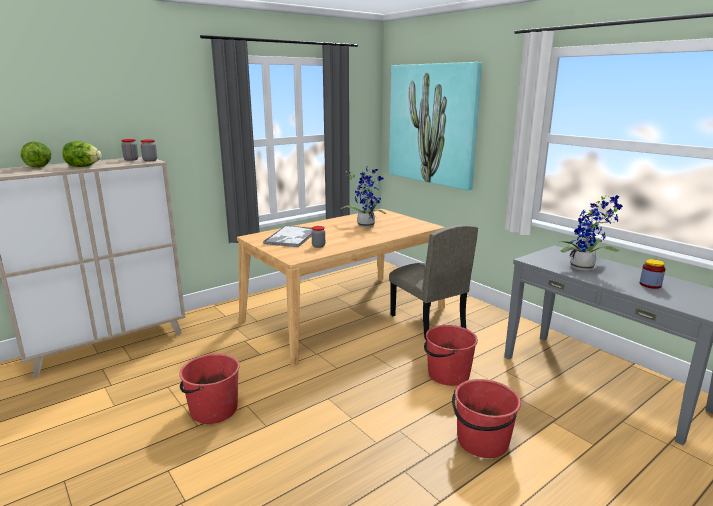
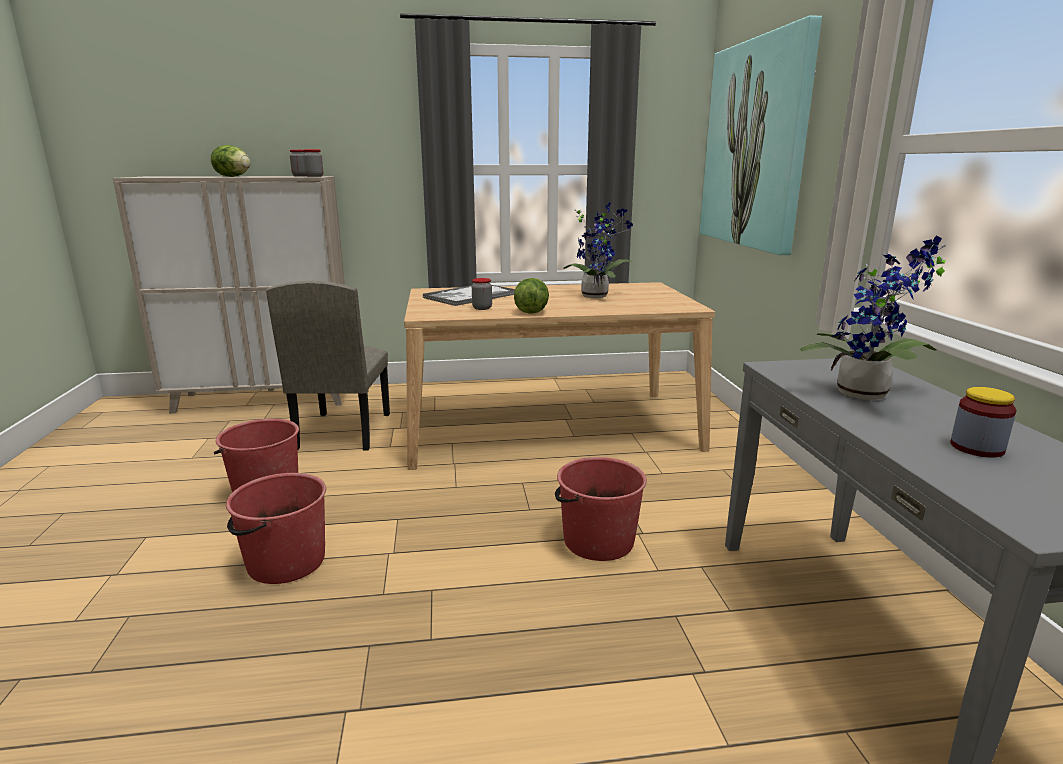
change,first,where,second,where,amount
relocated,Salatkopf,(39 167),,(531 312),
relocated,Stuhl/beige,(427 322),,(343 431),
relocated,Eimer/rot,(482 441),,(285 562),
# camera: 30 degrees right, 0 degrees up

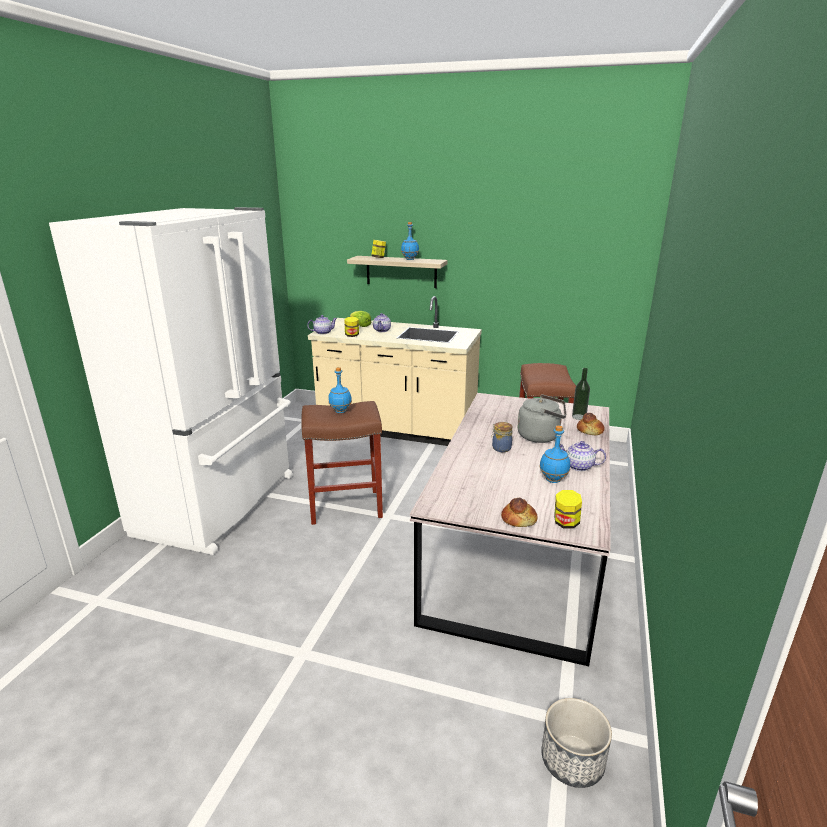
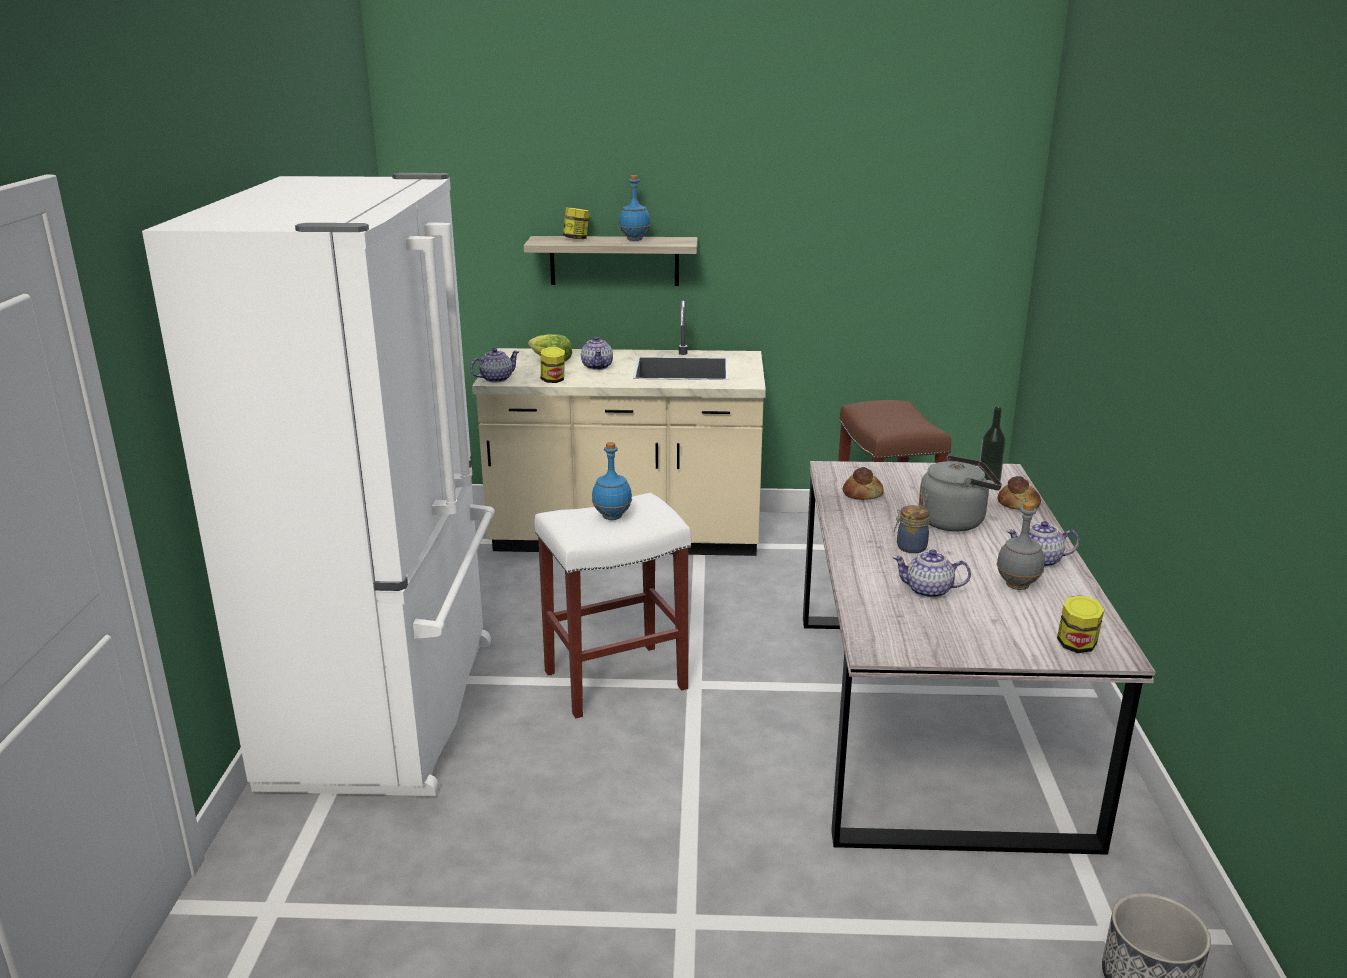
change,first,where,second,where,amount
colour,Hocker/braun,(346 506),Hocker/weiß,(617 679),
colour,Flasche/blau,(553 480),Flasche/grau,(1017 585),
relocated,Brot,(518 519),,(862 494),
appeared,,,Teekanne,(929 591),
# camera: 15 degrees left, 0 degrees up

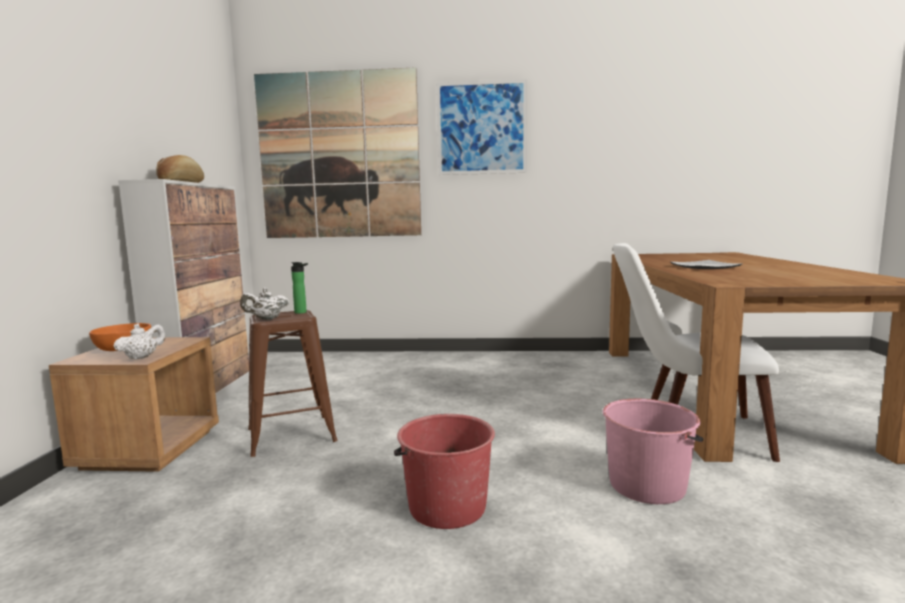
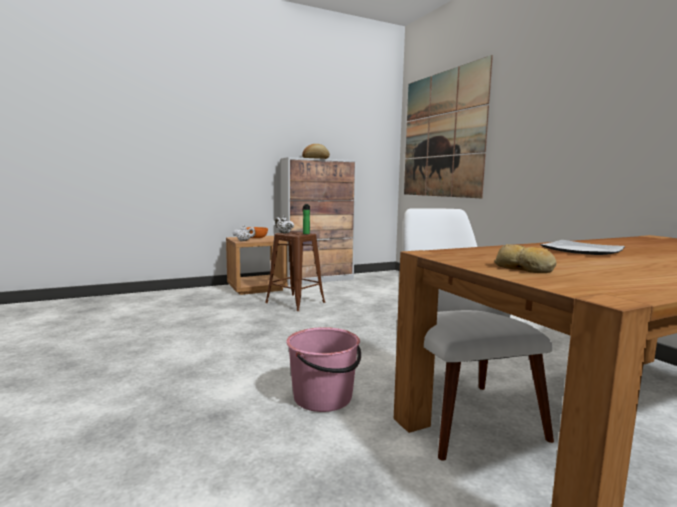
change,first,where,second,where,amount
missing,Bild,(481 128),,,
missing,Eimer/rot,(446 507),,,
appeared,,,Brot,(524 269),
# camera: 60 degrees right, 0 degrees up

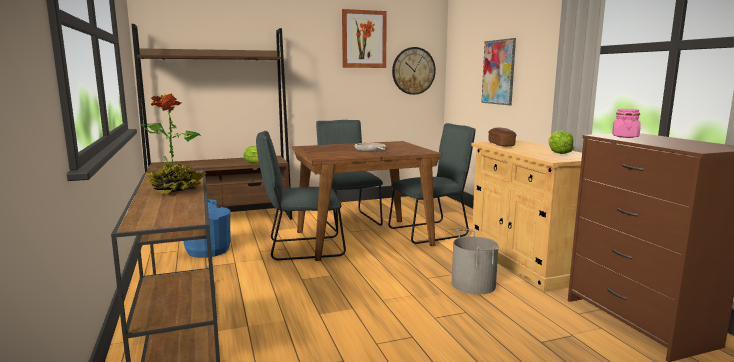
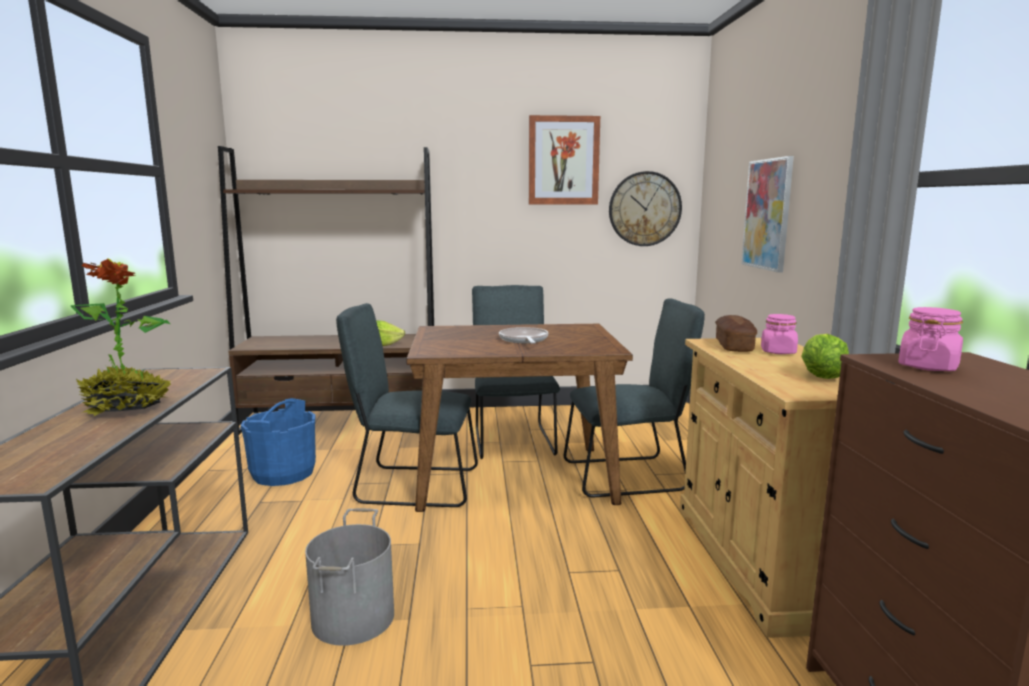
change,first,where,second,where,amount
relocated,Eimer/grau,(472 284),,(352 618),
appeared,,,Vorratsglas/rosa,(778 352),
# camera: 15 degrees right, 0 degrees up

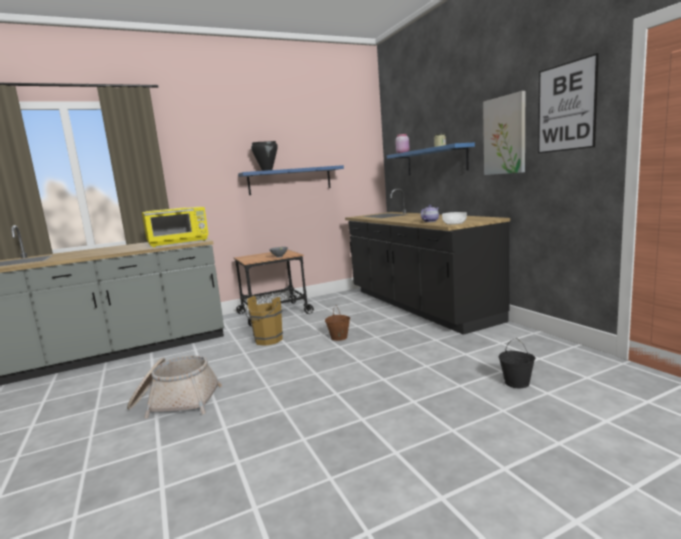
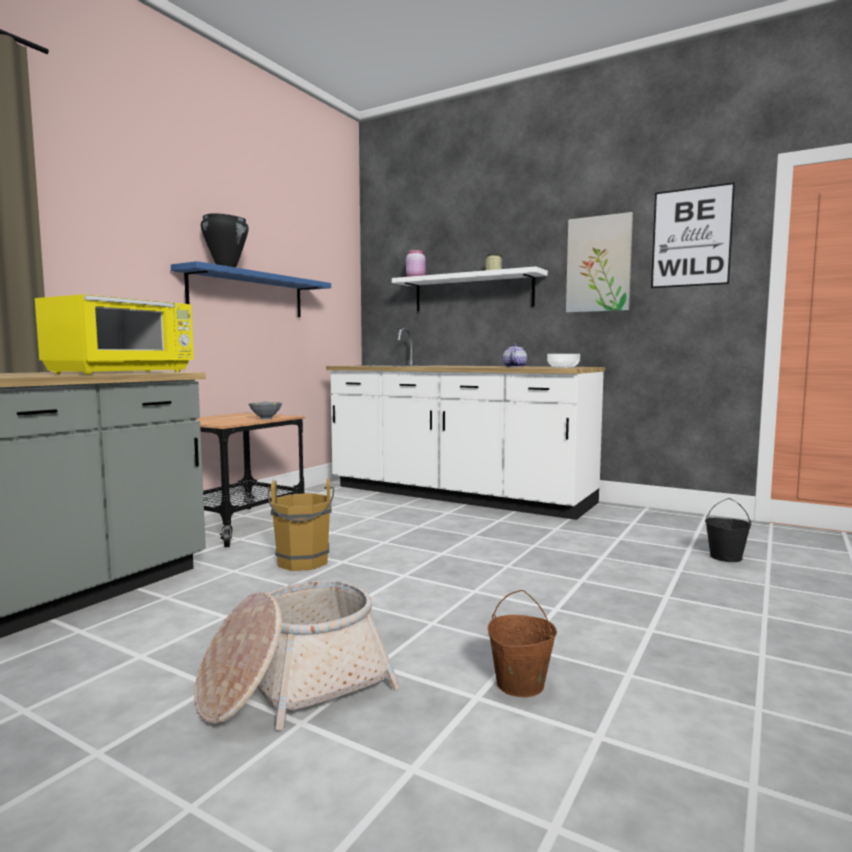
change,first,where,second,where,amount
colour,Wandregal/blau,(435 161),Wandregal/weiß,(472 292),
colour,Küchenzeile/schwarz,(418 305),Küchenzeile/weiß,(458 495),
relocated,Eimer/braun,(338 337),,(519 684),
# camera: 35 degrees left, 5 degrees down

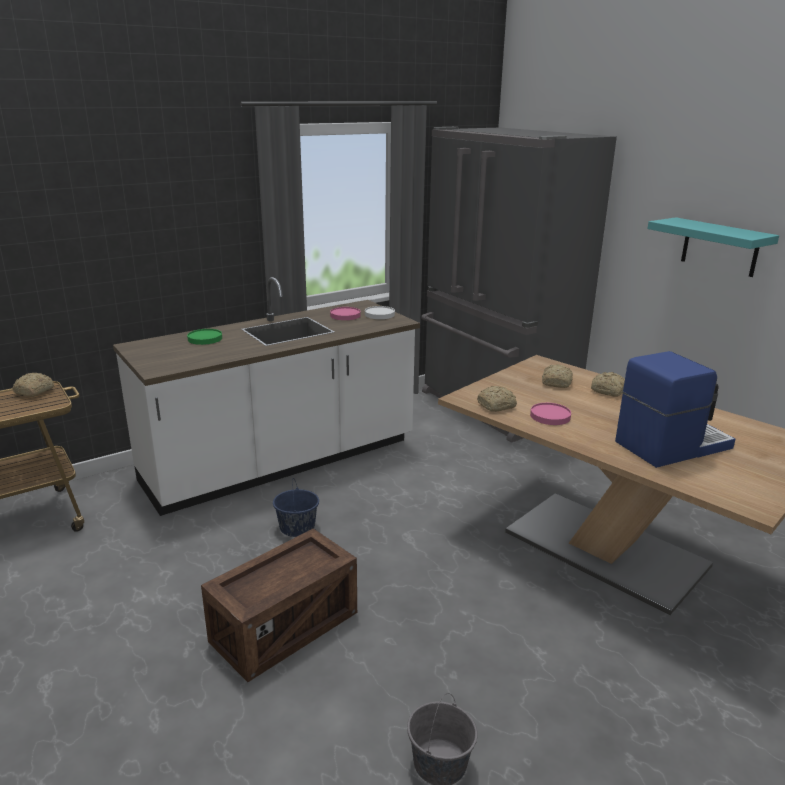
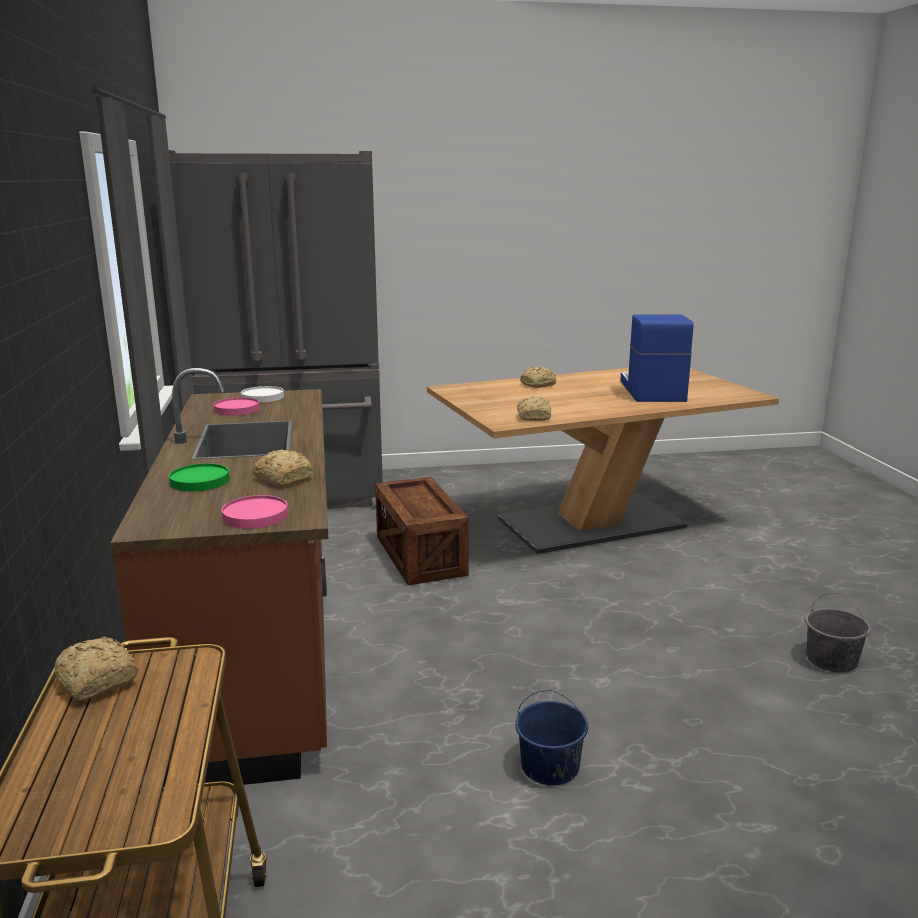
change,first,where,second,where,amount
missing,Wandregal/türkis,(720 247),,,
colour,Küchenzeile/weiß,(282 462),Küchenzeile/braun,(261 647),
relocated,Brot,(557 382),,(283 478),
relocated,Teller/rosa,(550 416),,(255 516),
relocated,Eimer/blau,(297 527),,(550 767),
relocated,Kiste,(285 627),,(420 556),
# camera: 65 degrees left, 5 degrees down

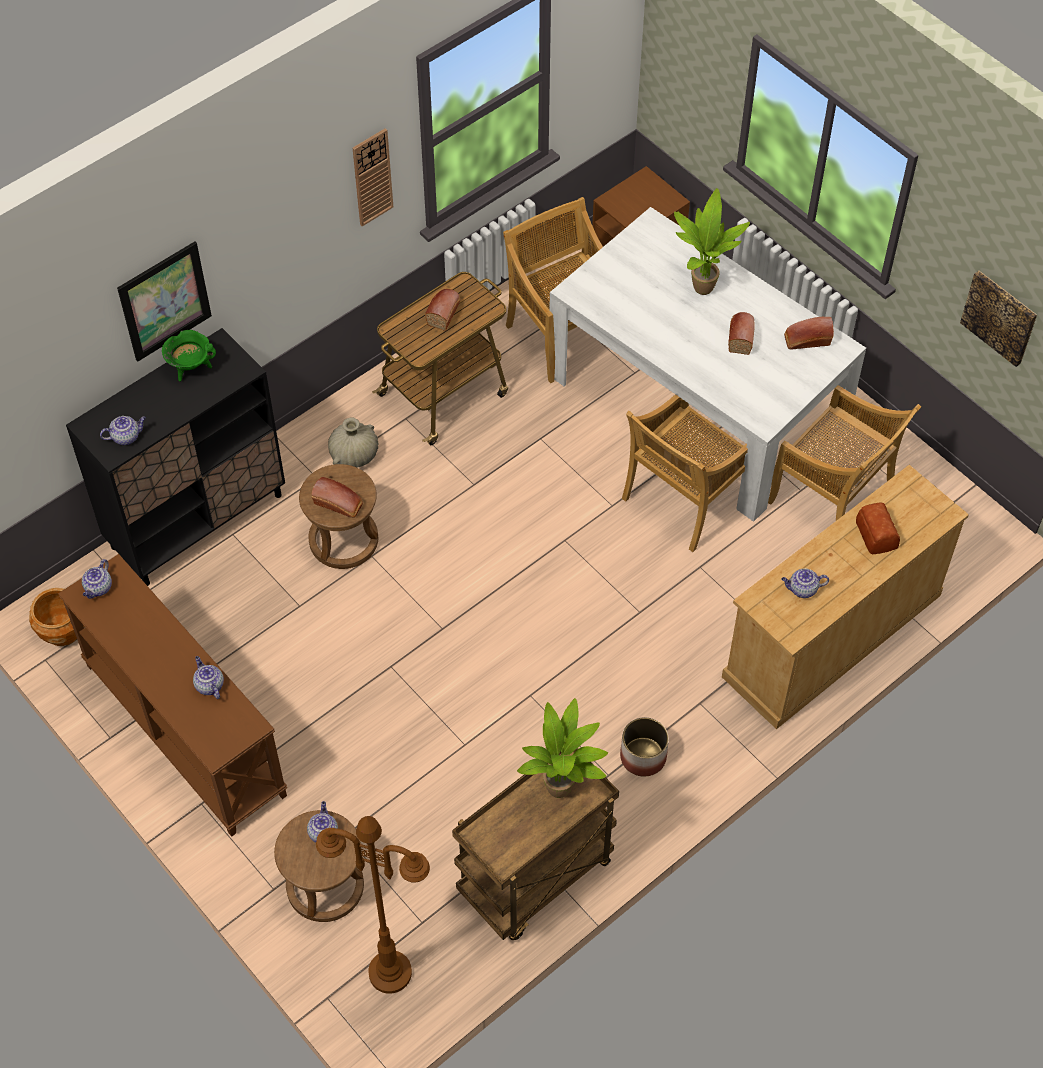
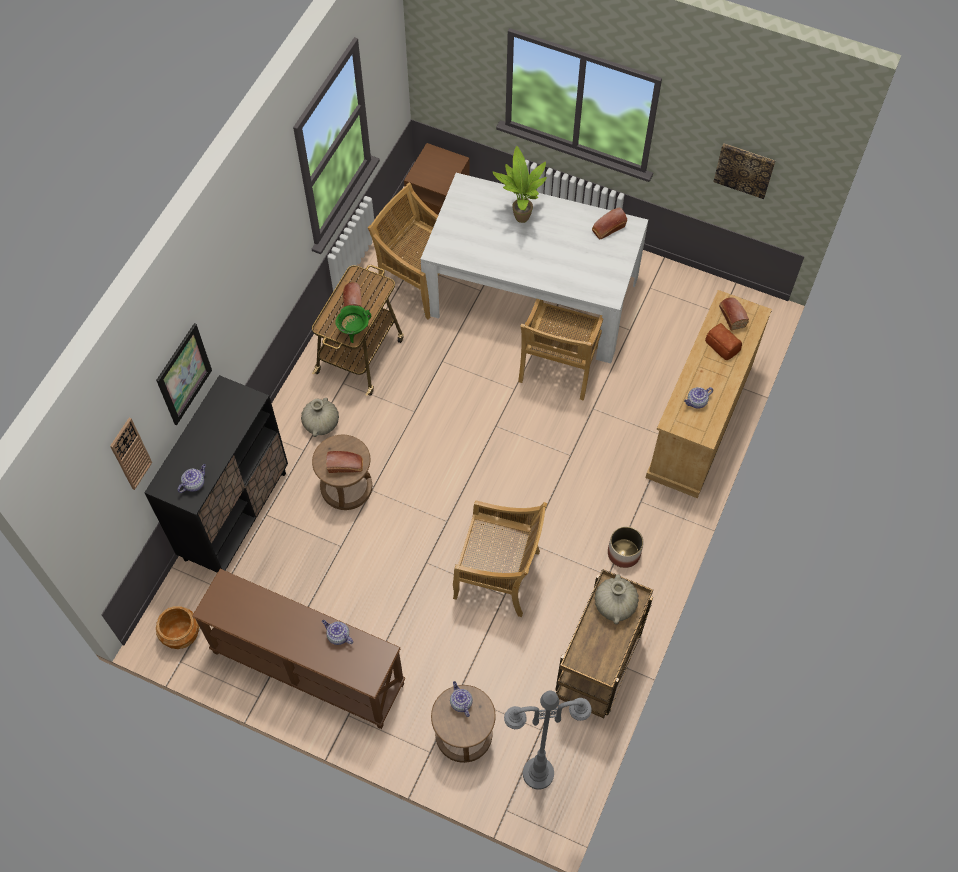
change,first,where,second,where,amount
relocated,Wanduhr,(372 177),,(130 454),
relocated,Brot,(740 337),,(731 316),
relocated,Kochtopf/grün,(191 368),,(354 331),
relocated,Stuhl/beige,(832 499),,(498 575),
missing,Teekanne,(98 588),,,
exchanged,Topfpflanze,(563 790),Vase/beige,(614 604),
colour,Stehlampe/braun,(391 972),Stehlampe/grau,(538 773),
# camera: 25 degrees left, 5 degrees up

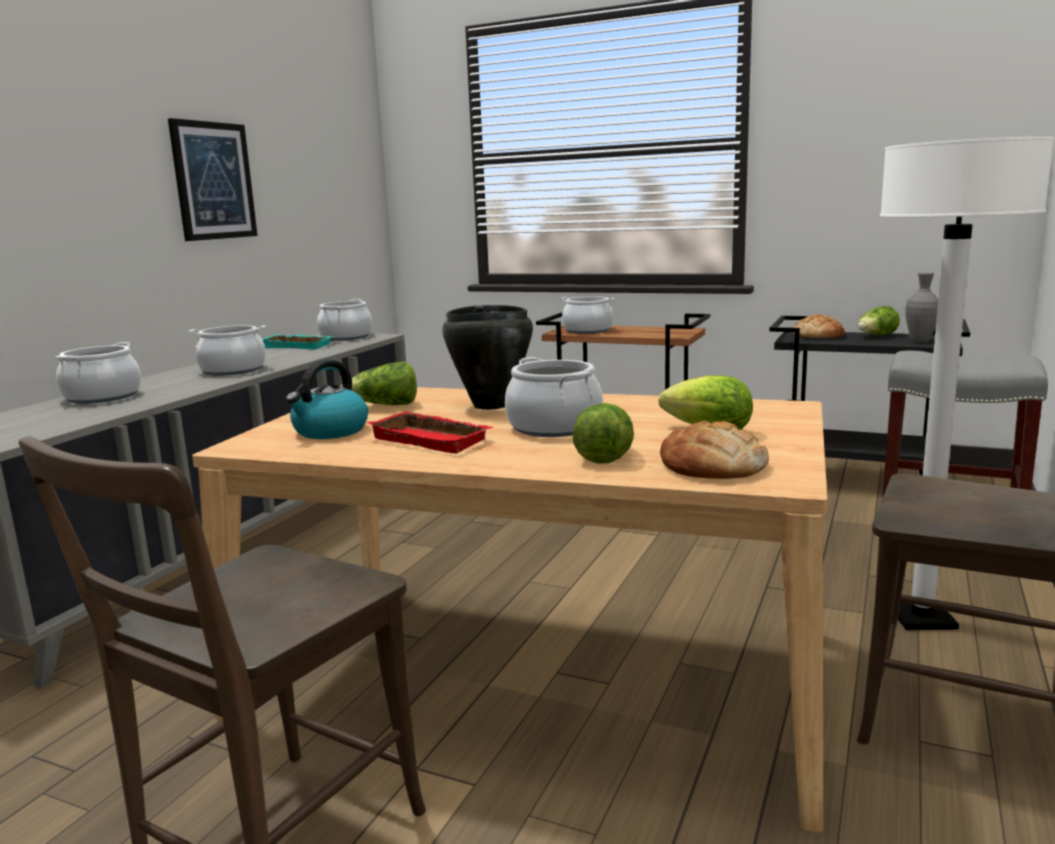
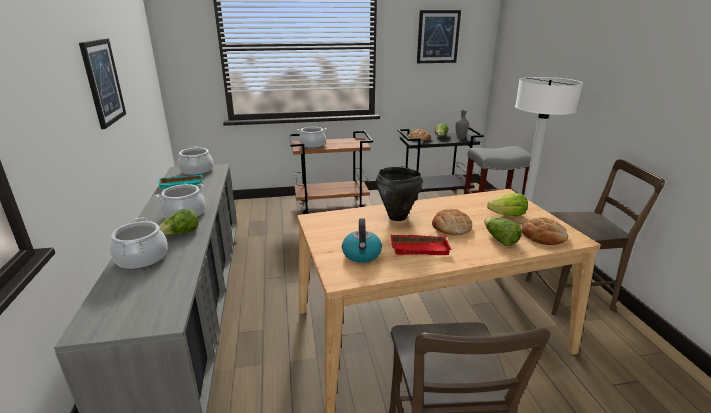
change,first,where,second,where,amount
exchanged,Kochtopf,(554 427),Brot,(451 226),
relocated,Salatkopf,(384 406),,(180 233),
appeared,,,Bild,(438 37),
# camera: 35 degrees left, 10 degrees up

